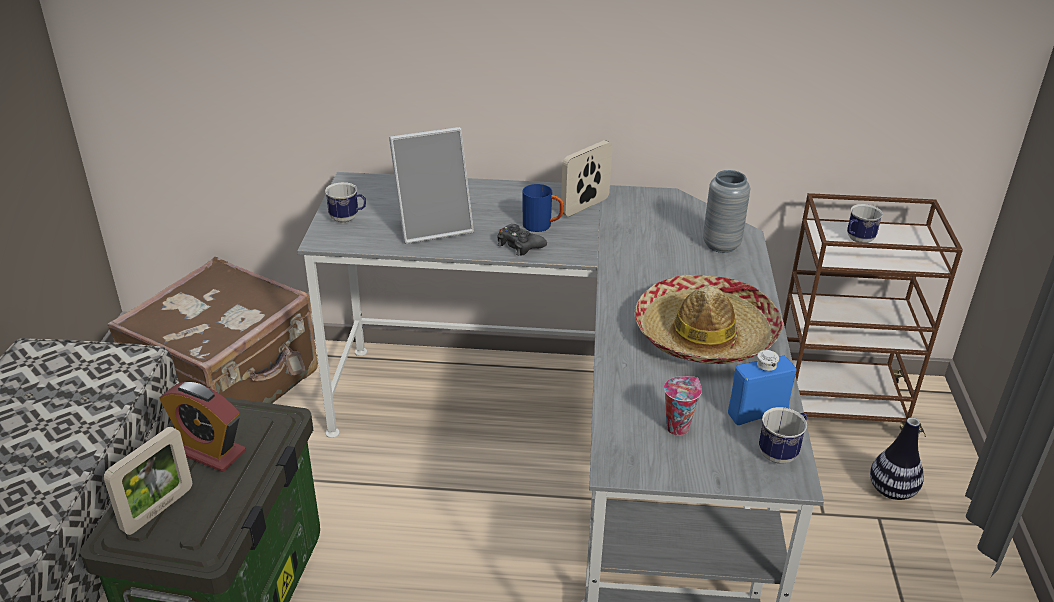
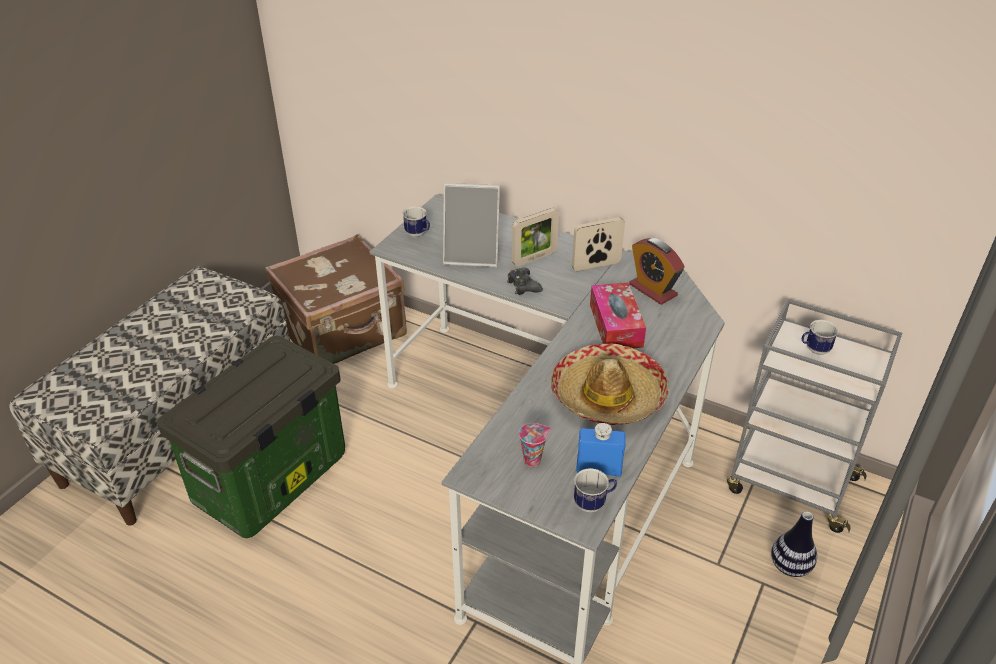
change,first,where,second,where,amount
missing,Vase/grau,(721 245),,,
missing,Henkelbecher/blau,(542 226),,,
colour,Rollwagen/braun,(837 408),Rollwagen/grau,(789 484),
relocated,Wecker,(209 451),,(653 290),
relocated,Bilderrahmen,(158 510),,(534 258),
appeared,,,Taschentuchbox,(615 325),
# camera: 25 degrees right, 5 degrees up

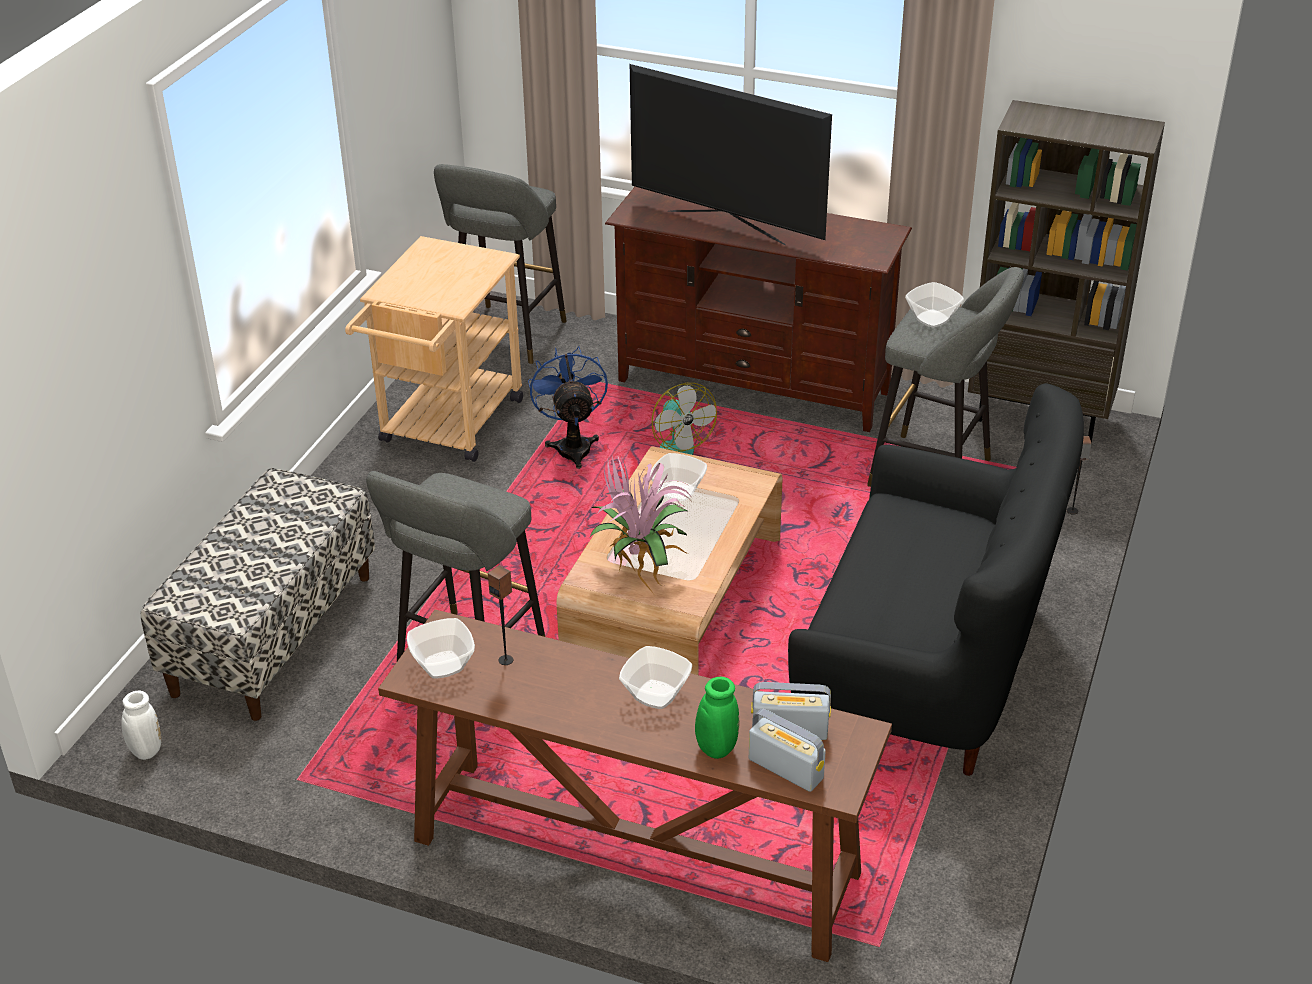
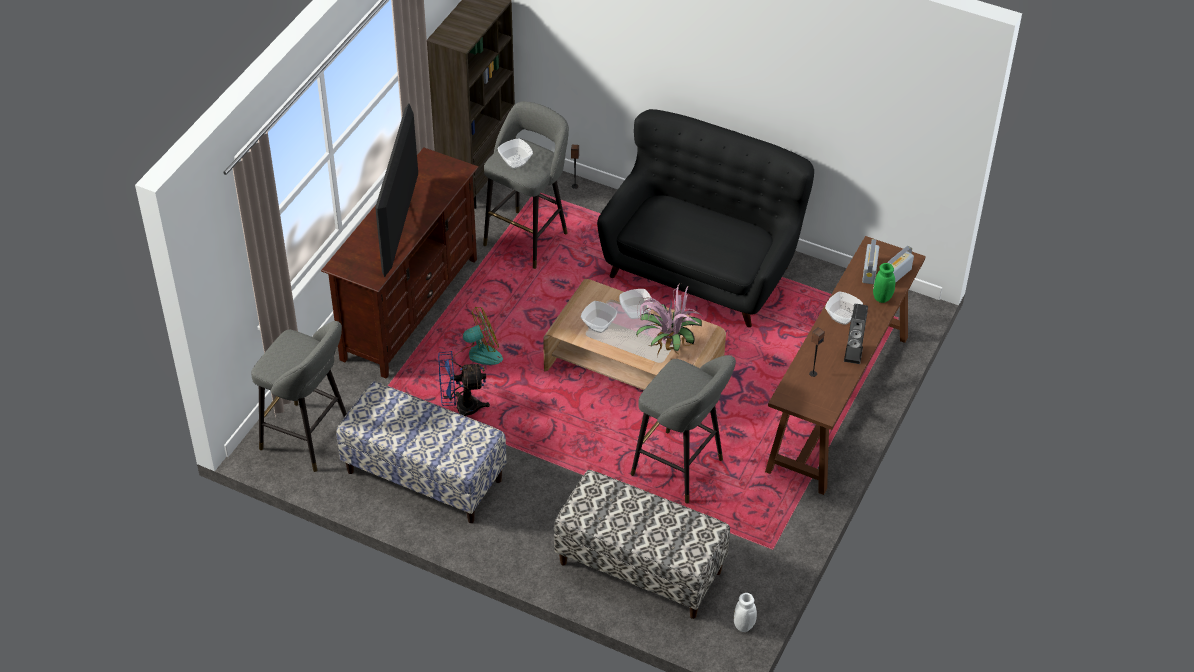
change,first,where,second,where,amount
spun,Fernseher,(726 226),,(402 231),150 degrees clockwise
exchanged,Rollwagen/beige,(446 428),Bank,(423 476),
relocated,Schüssel,(442 666),,(636 312),
appeared,,,Lautsprecher,(853 354),
# camera: 85 degrees left, 10 degrees up

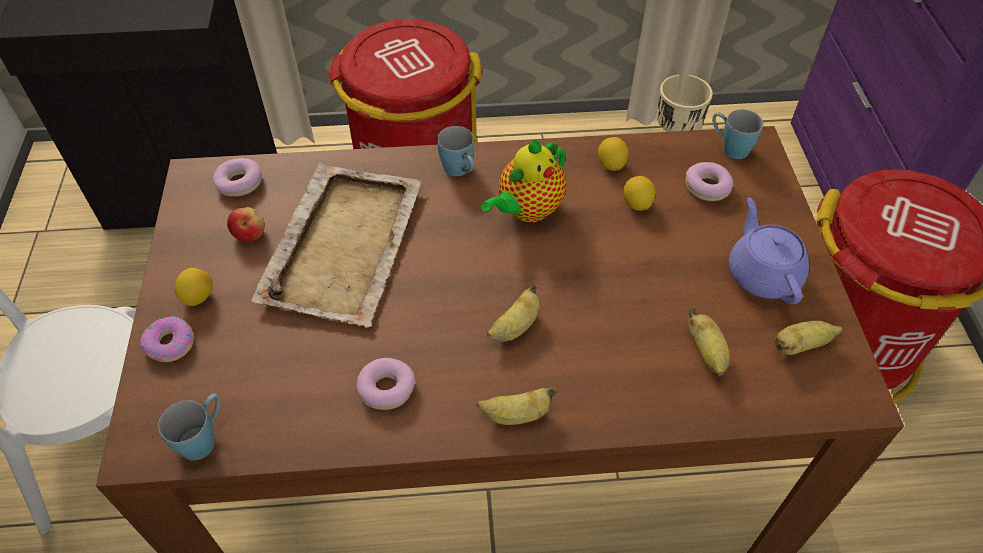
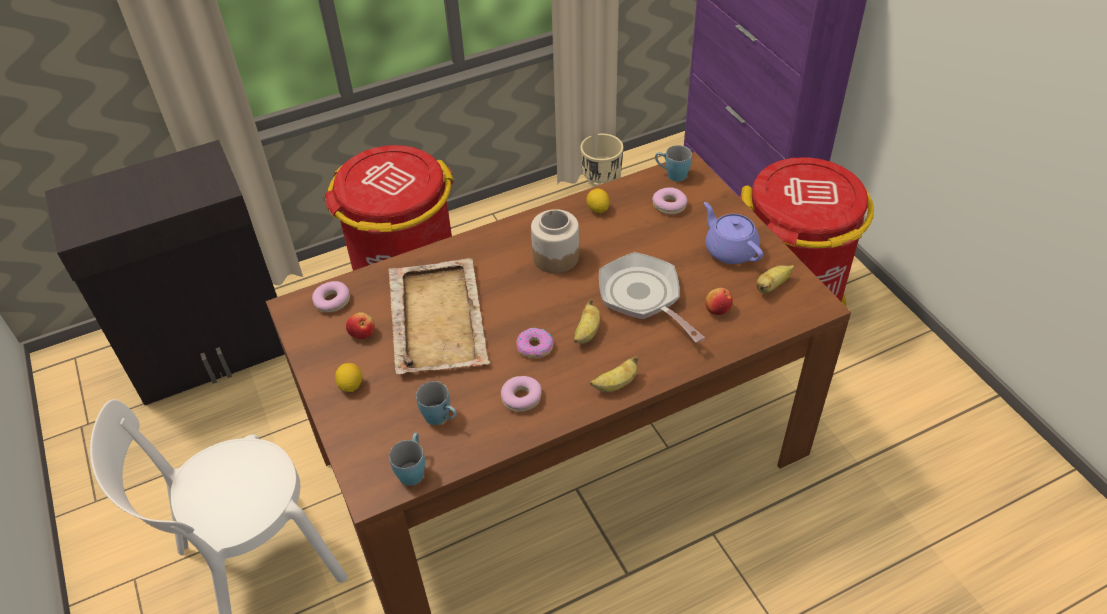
change,first,where,second,where,amount
relocated,Henkelbecher/blau,(460 171),,(441 418),
exchanged,Teekanne,(527 210),Vorratsglas,(555 257),
missing,Zitrone,(636 204),,,
exchanged,Banane,(706 353),Apfel,(717 309),
relocated,Donut,(170 344),,(534 347),
appeared,,,Pfanne,(643 297),
# camera: 20 degrees left, 5 degrees down

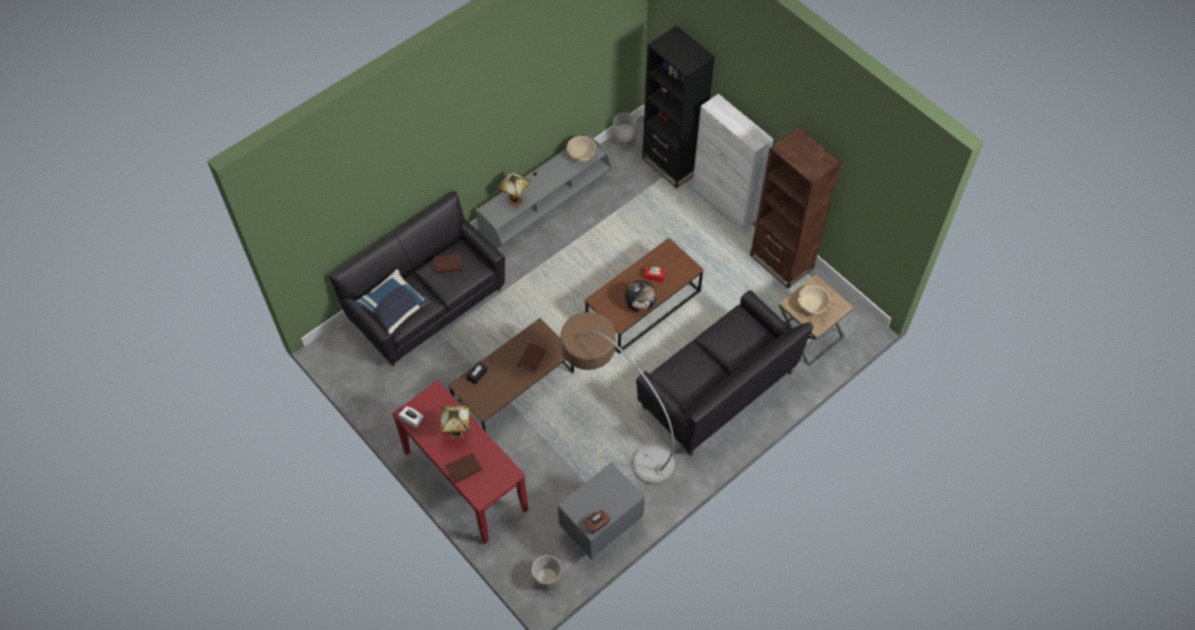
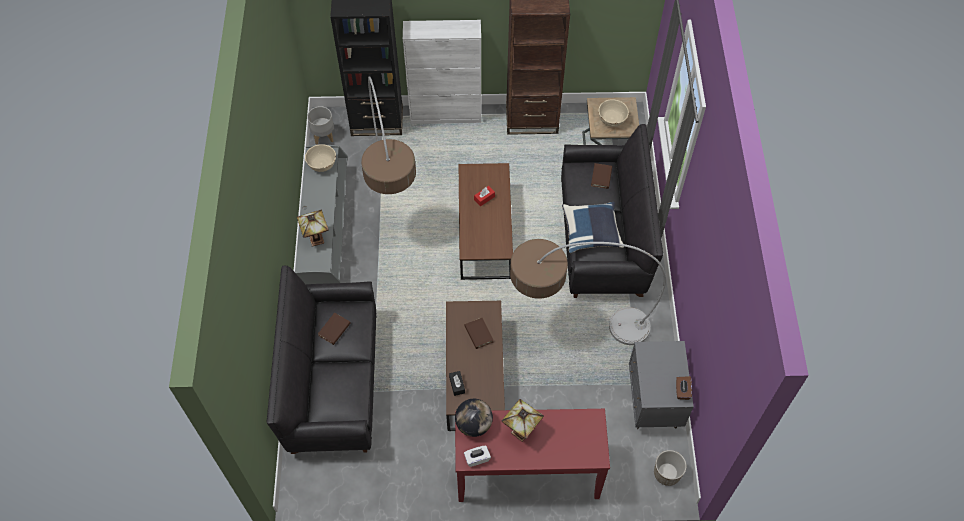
change,first,where,second,where,amount
relocated,Kissen/blau,(394 308),,(591 233),
relocated,Globus,(640 304),,(474 424),
relocated,Buch/braun,(464 469),,(601 177),
appeared,,,Stehlampe,(390 202),
# camera: 50 degrees left, 0 degrees up

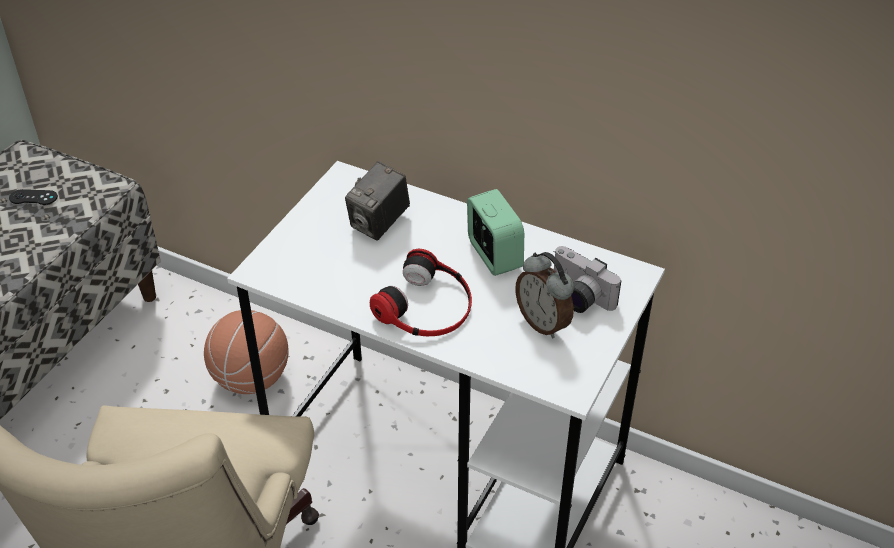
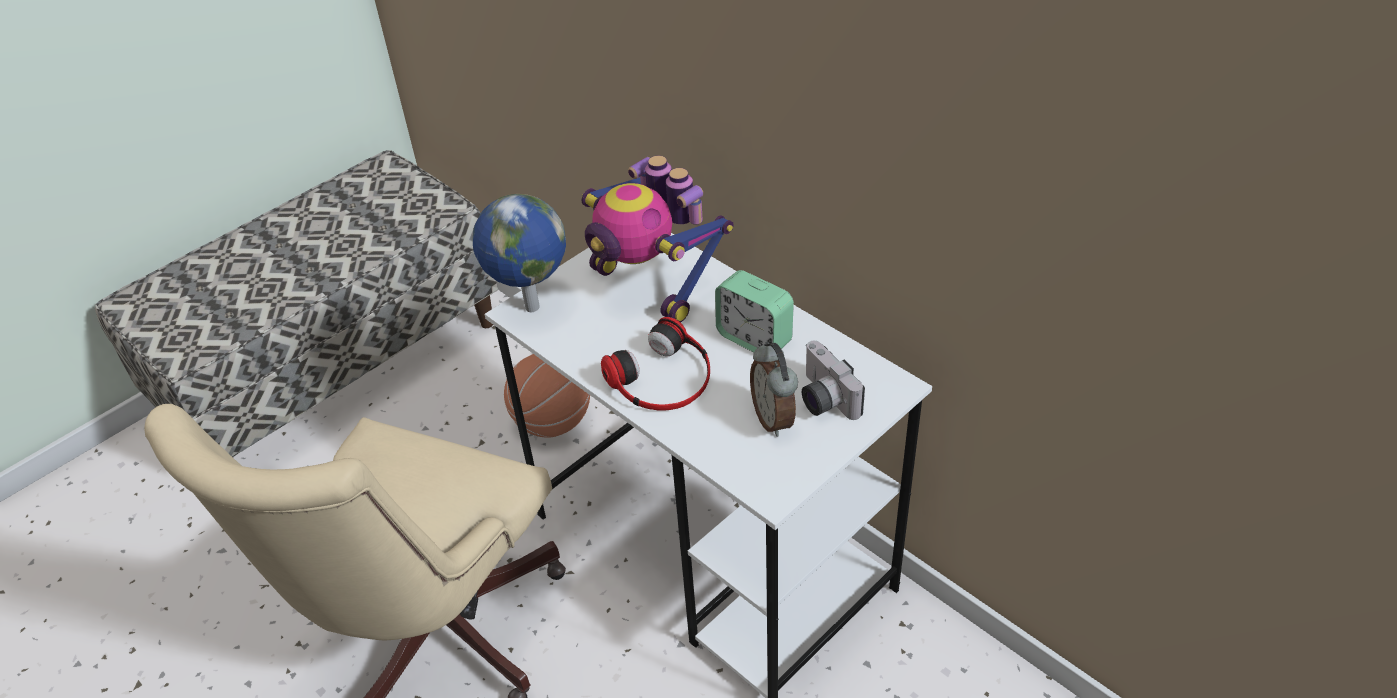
change,first,where,second,where,amount
exchanged,Kamera,(379 223),Spielzeugroboter,(653 285),
missing,Gamepad/schwarz,(33 197),,,
spun,Wecker,(494 255),,(754 338),135 degrees clockwise
appeared,,,Globus,(530 307),
# camera: 20 degrees right, 0 degrees up

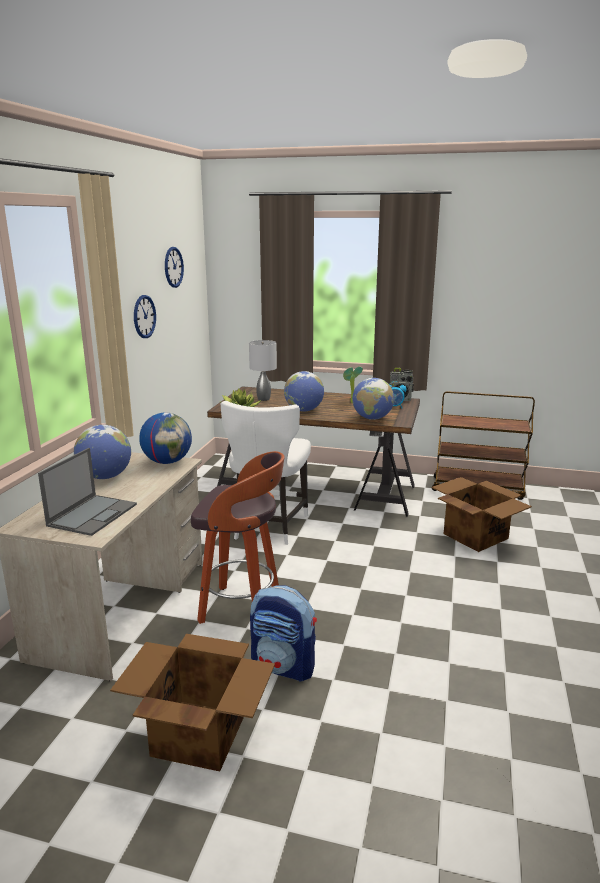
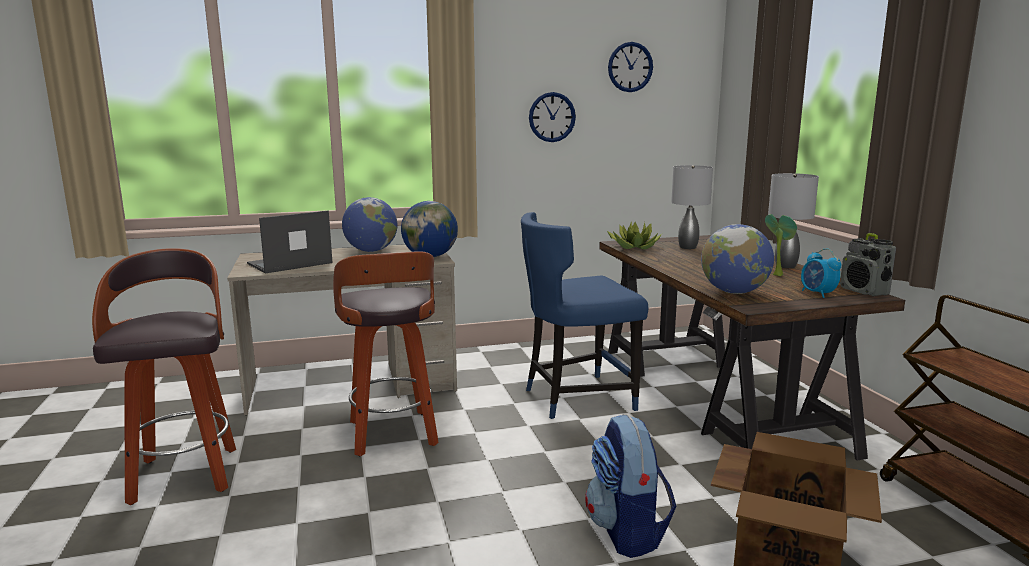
change,first,where,second,where,amount
missing,Globus,(304 410),,,
colour,Stuhl/weiß,(268 527),Stuhl/blau,(576 398),
spun,Laptop,(93 514),,(289 263),150 degrees clockwise
relocated,Rucksack,(284 666),,(627 532),
exchanged,Karton,(198 733),Hocker,(185 474),
appeared,,,Tischlampe/grau,(786 266),
# camera: 60 degrees right, 5 degrees down

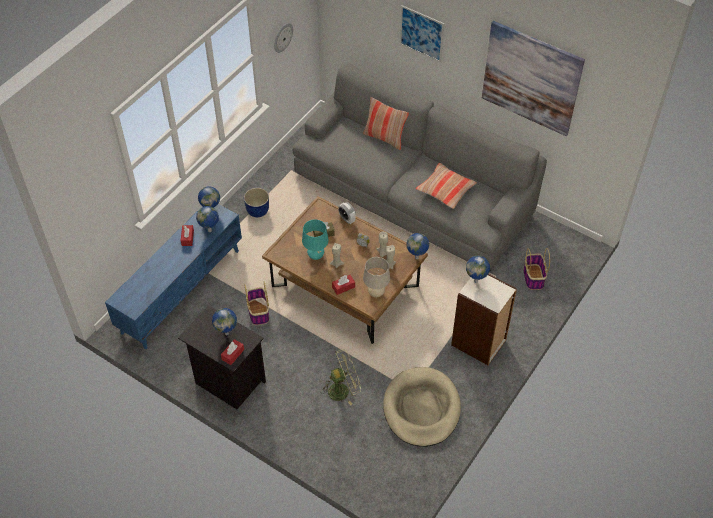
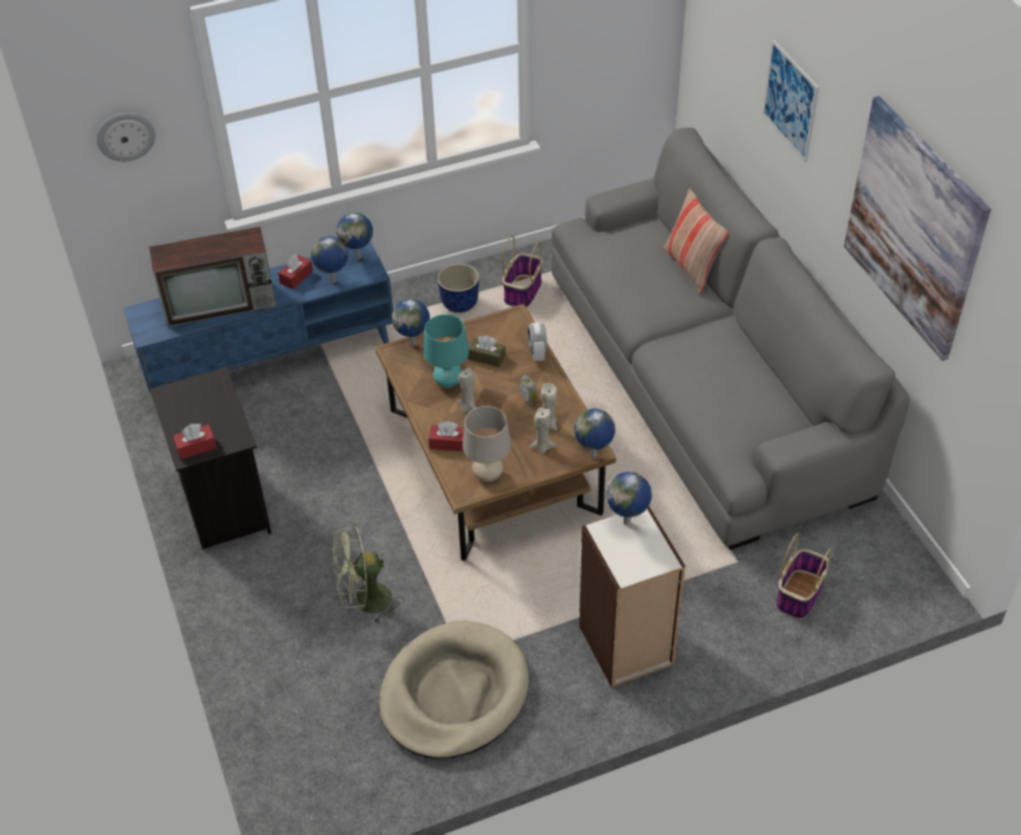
change,first,where,second,where,amount
relocated,Wanduhr,(282 37),,(125 136),
missing,Kissen,(445 190),,,
relocated,Korb,(258 311),,(522 291),
relocated,Globus,(227 333),,(414 344),
spun,Ventilator/grün,(342 390),,(365 602),150 degrees clockwise
appeared,,,Fernseher,(222 302),
# camera: 35 degrees right, 5 degrees down

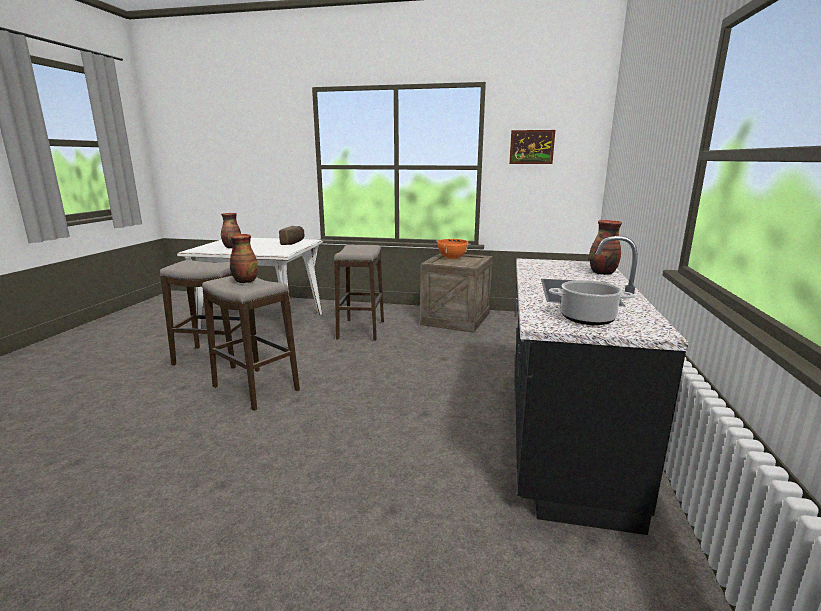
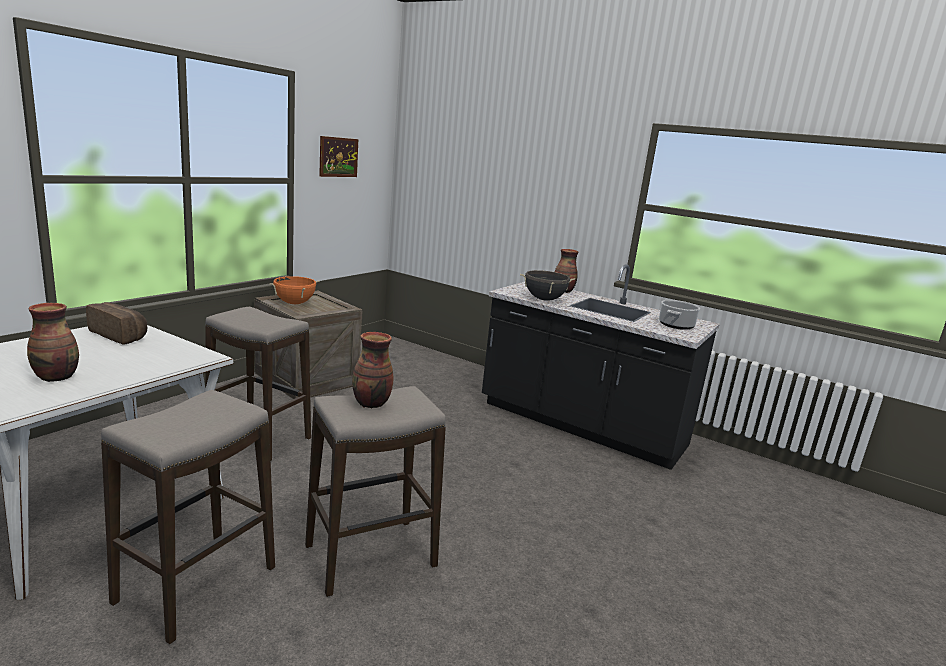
change,first,where,second,where,amount
appeared,,,Kochtopf/schwarz,(544 299),
# camera: 70 degrees left, 0 degrees up

